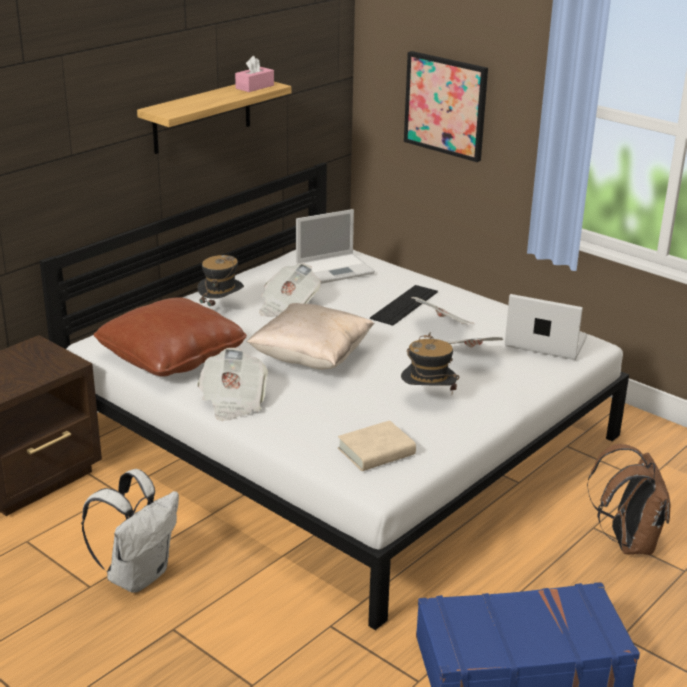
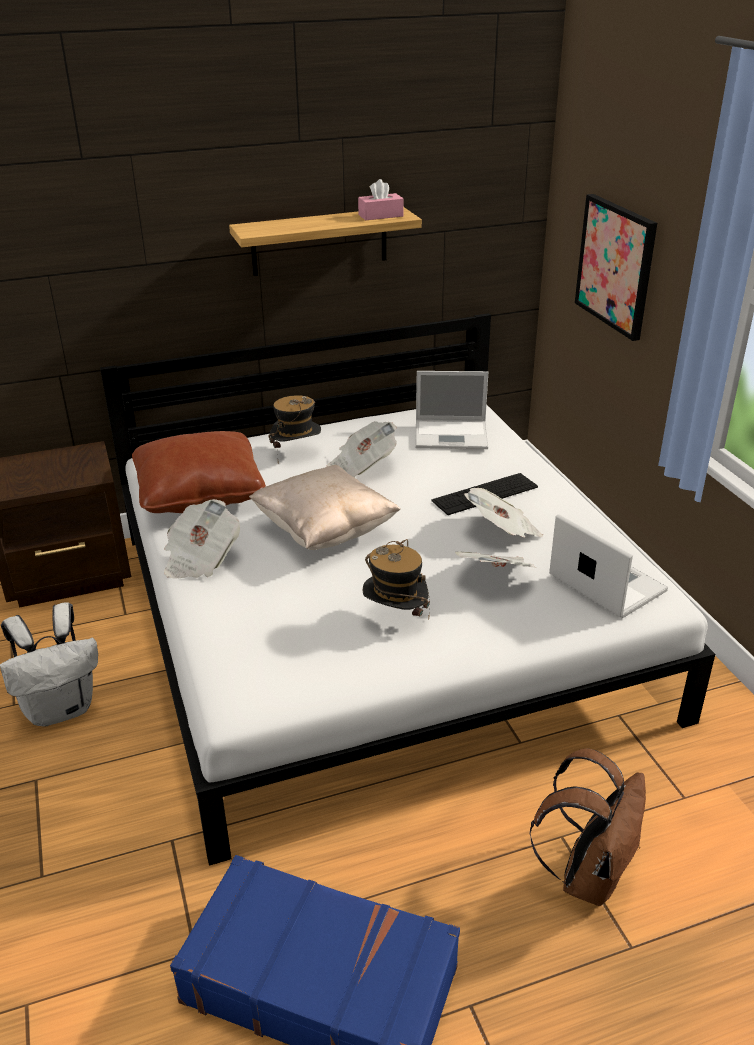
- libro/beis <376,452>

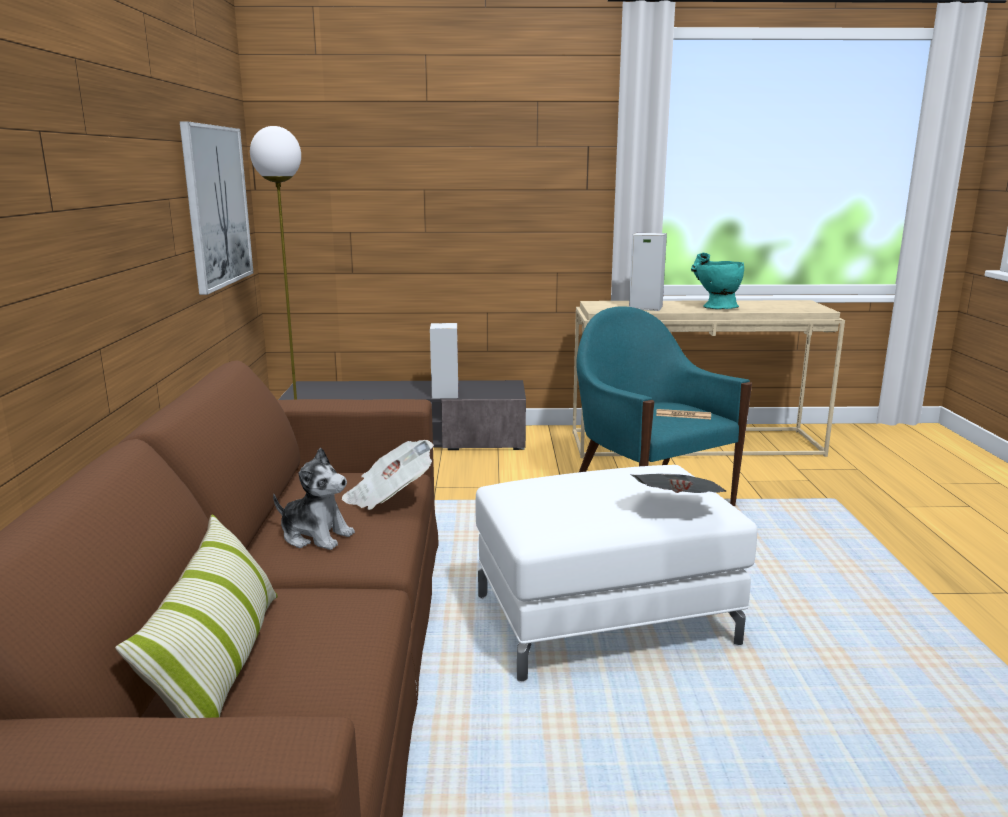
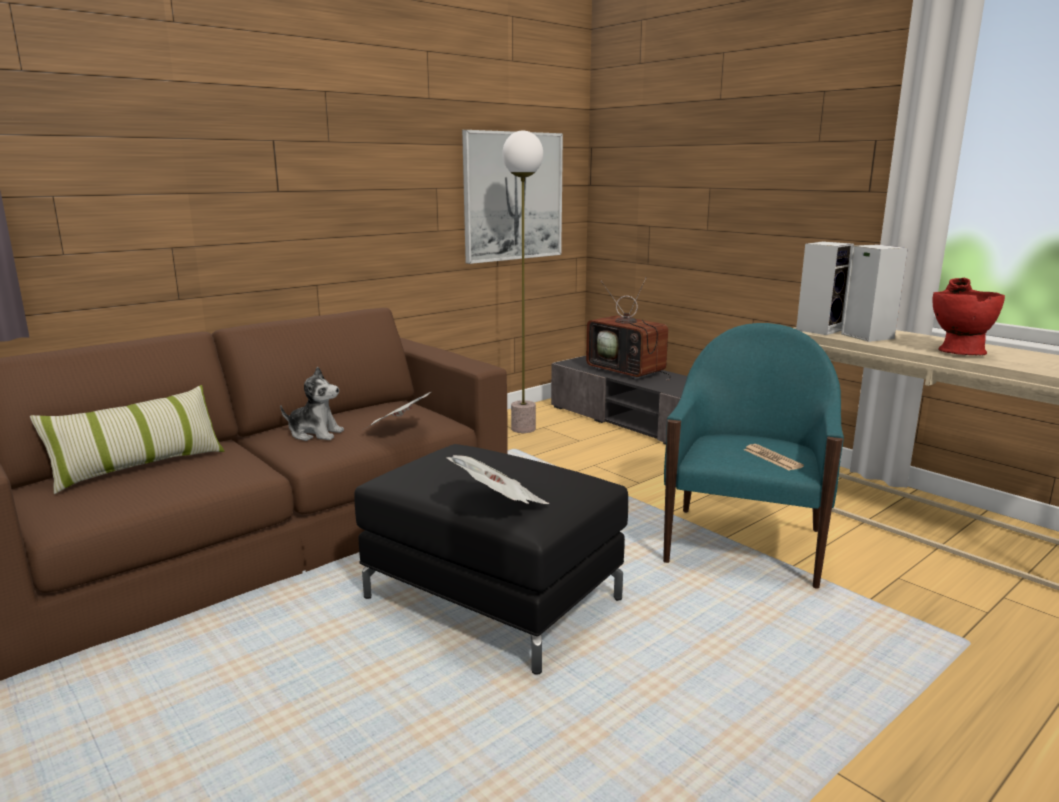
~ peluche <316,536> = <315,434> 60 degrees counterclockwise
~ puf/blanco <604,619> to puf/negro <494,598>
+ televisor <629,372>
~ altavoz <444,393> to <819,329>
~ florero/turquesa <714,307> to florero/rojo <956,351>

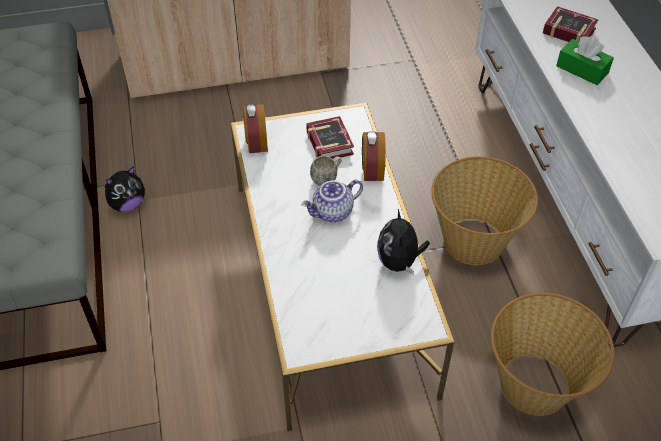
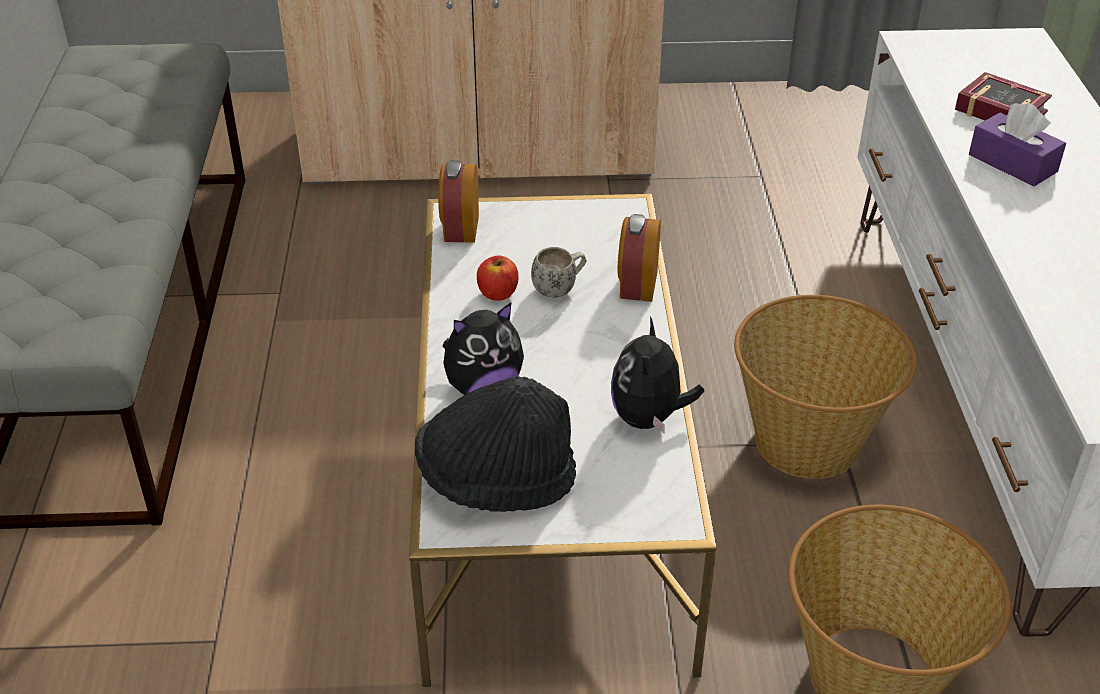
+ sombrero/negro <496,481>
~ peluche <127,204> to <483,386>
+ manzana <497,293>
~ caja de pañuelos/verde <582,69> to caja de pañuelos/morado <1012,163>
- tetera <333,213>
- libro <330,141>

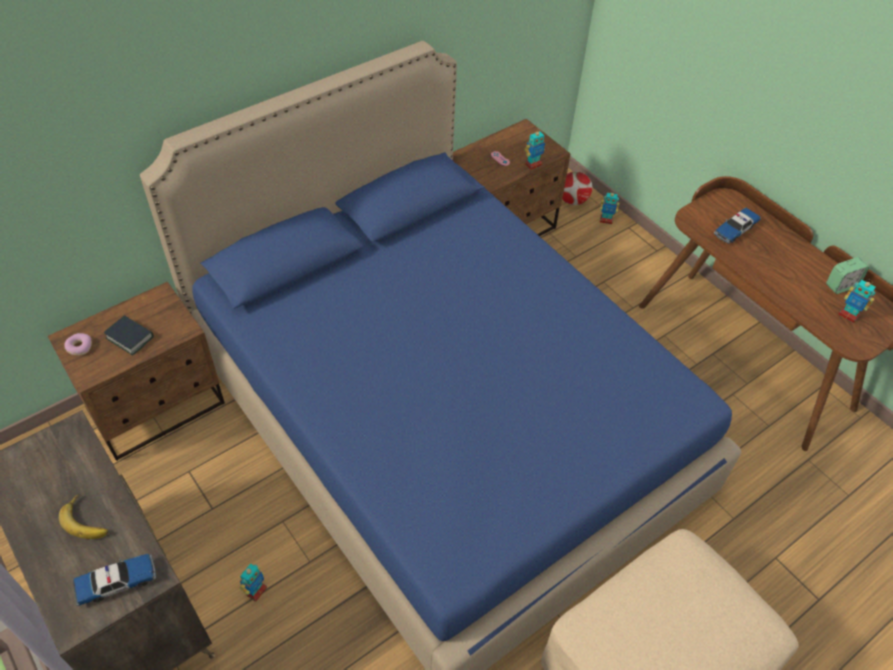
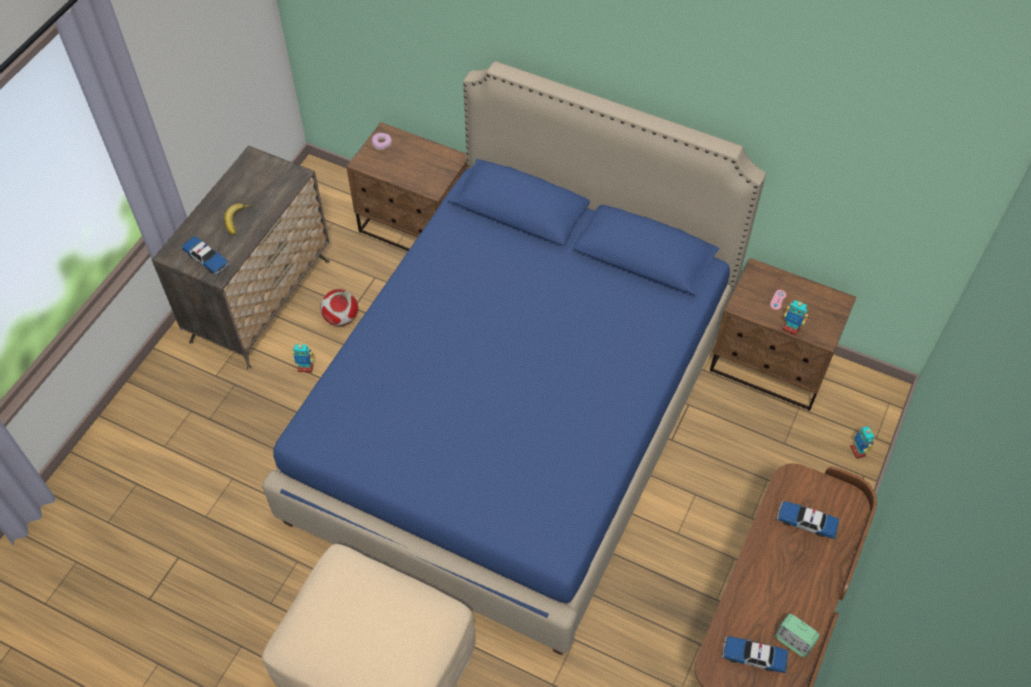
~ balón de fútbol <572,201> to <341,318>
~ robot de juguete <848,315> to coche de juguete <754,656>
- libro <130,337>

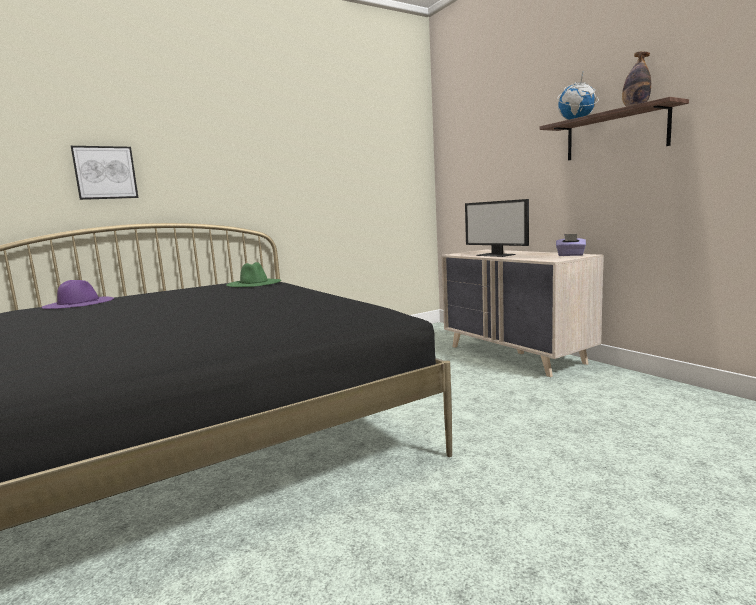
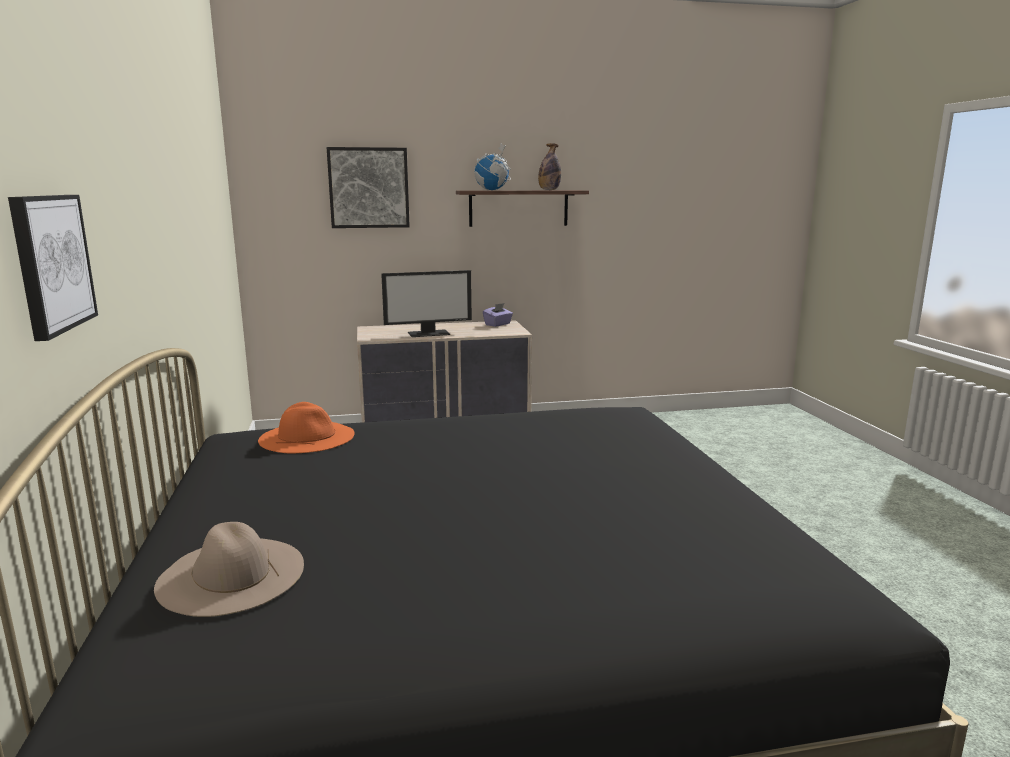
~ sombrero/morado <79,303> to sombrero/beis <231,574>
~ sombrero/verde <254,283> to sombrero/naranja <307,437>
+ cuadro <369,188>

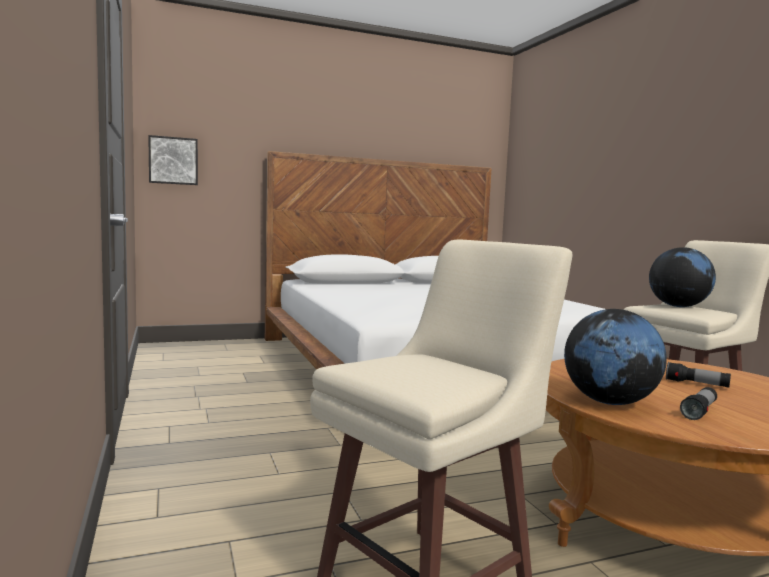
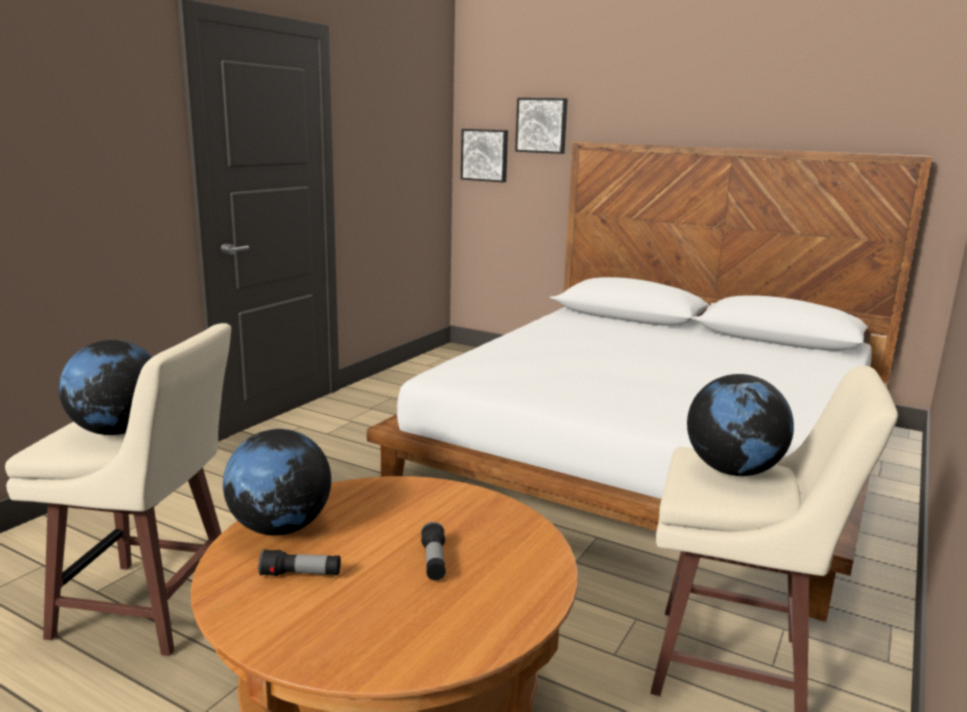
+ globo terráqueo <118,431>
+ cuadro <542,125>

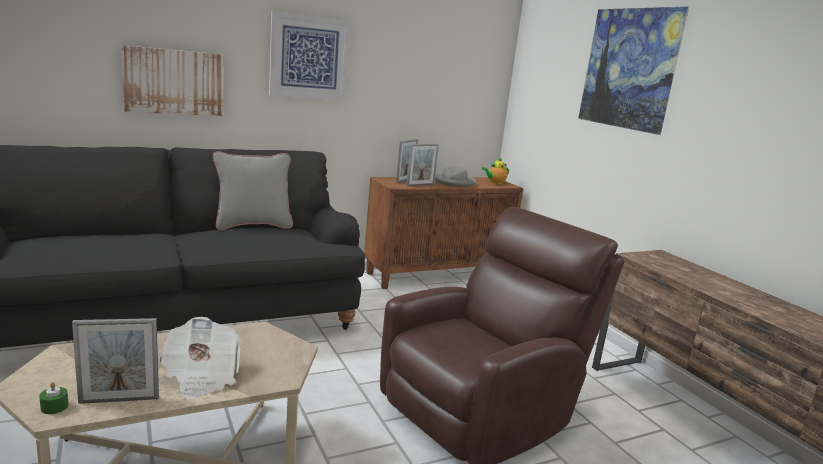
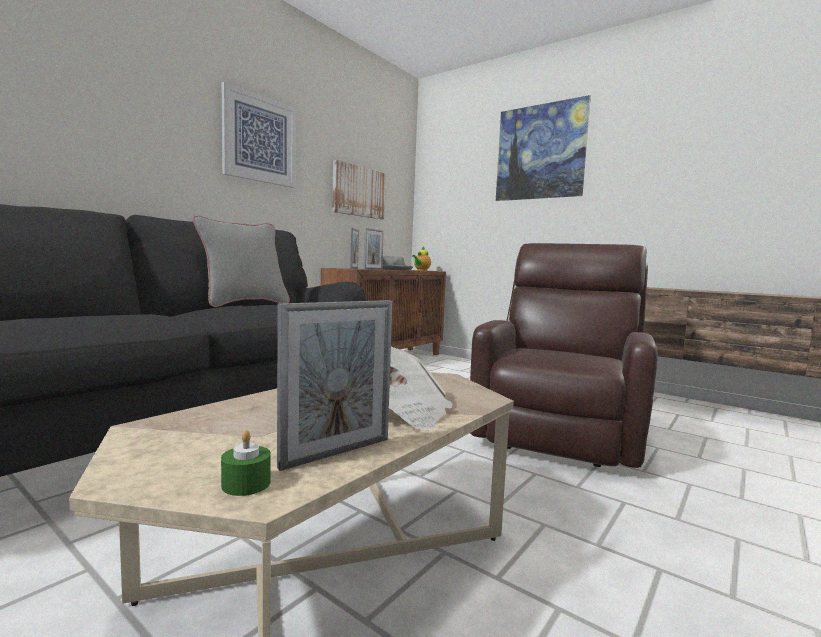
~ cuadro <174,82> to <358,191>

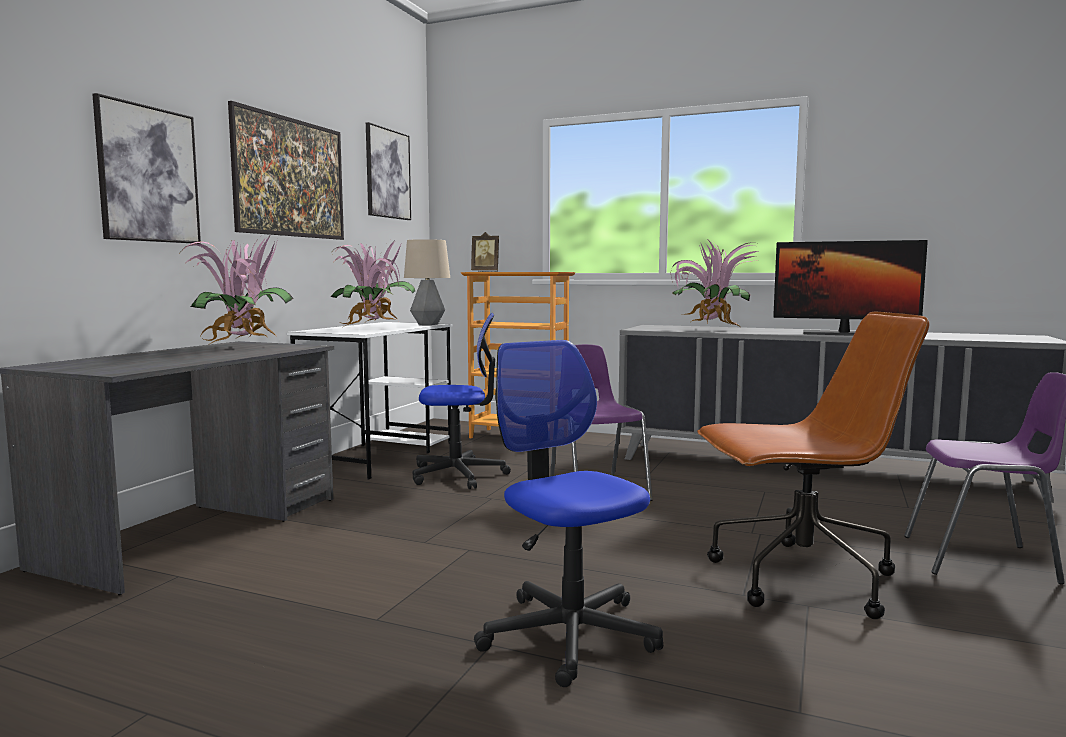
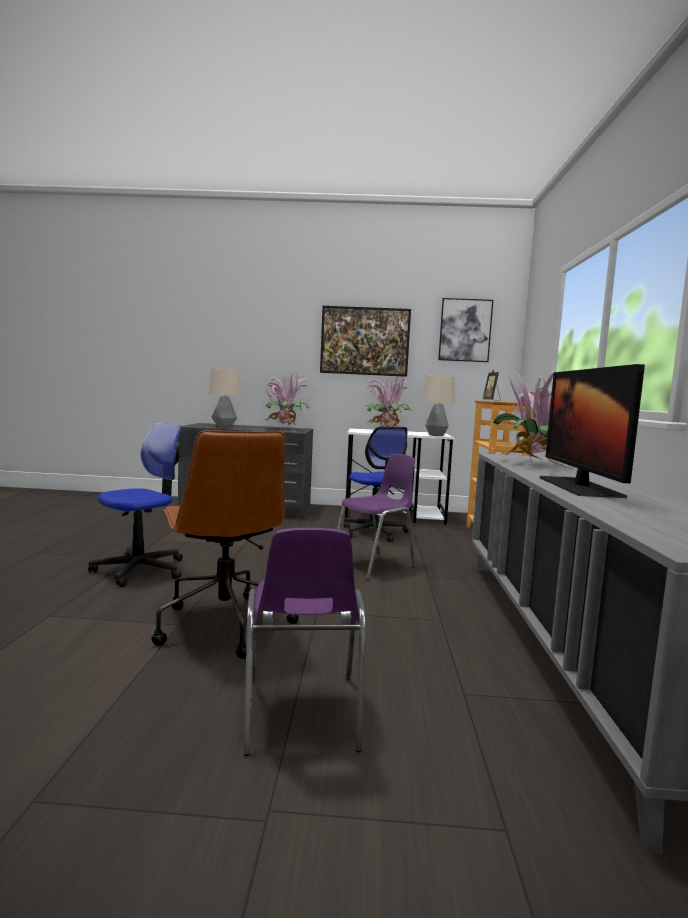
+ lámpara de mesa <224,427>
- cuadro <148,174>

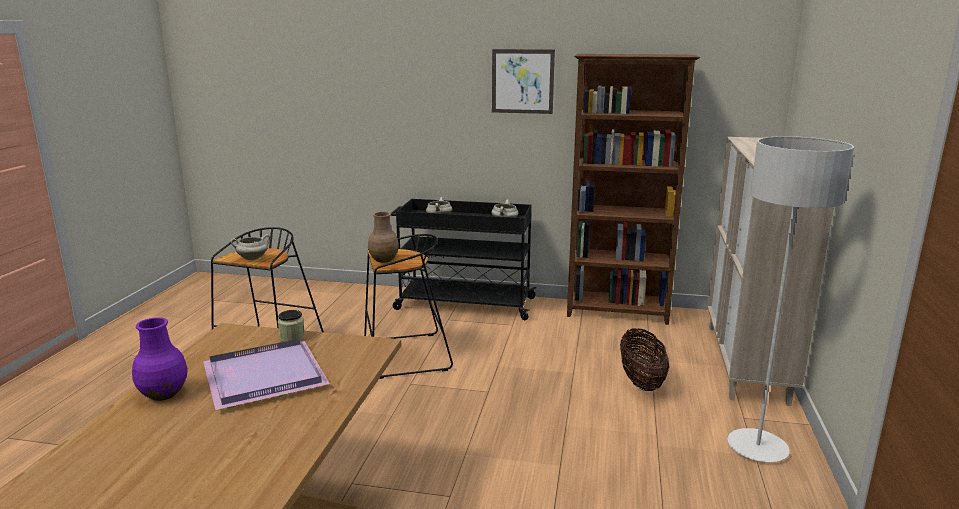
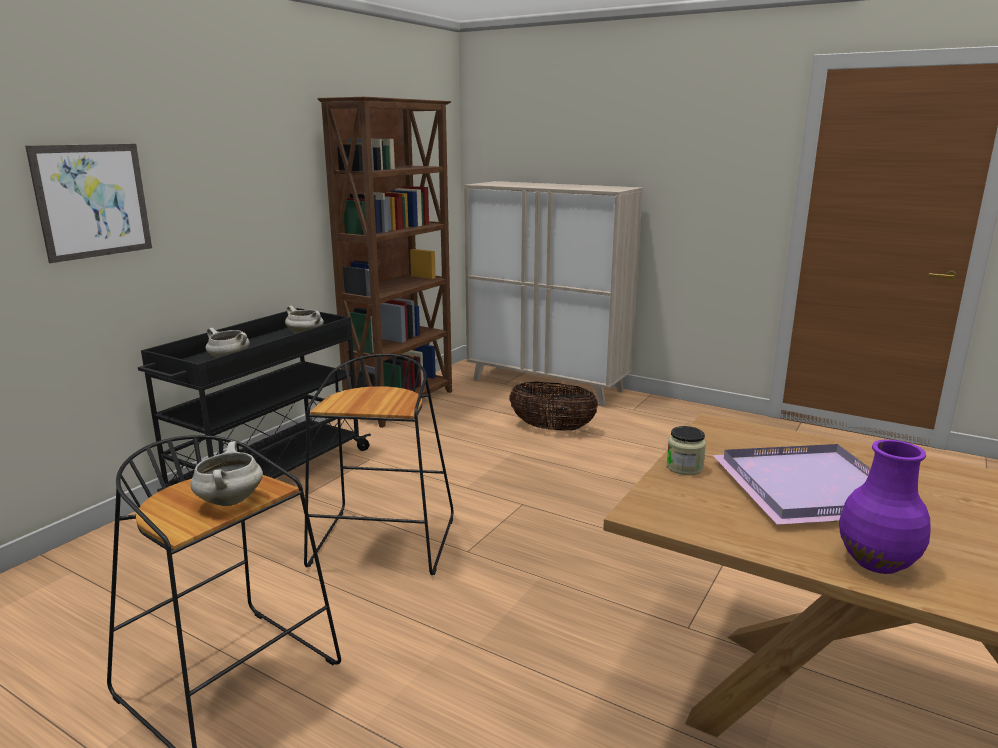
~ cuadro <522,81> to <93,201>
- florero/marrón <383,260>
- lámpara de pie/gris <757,448>

